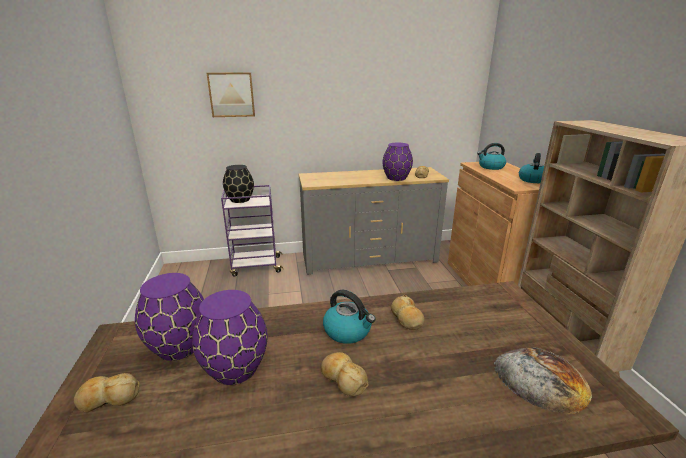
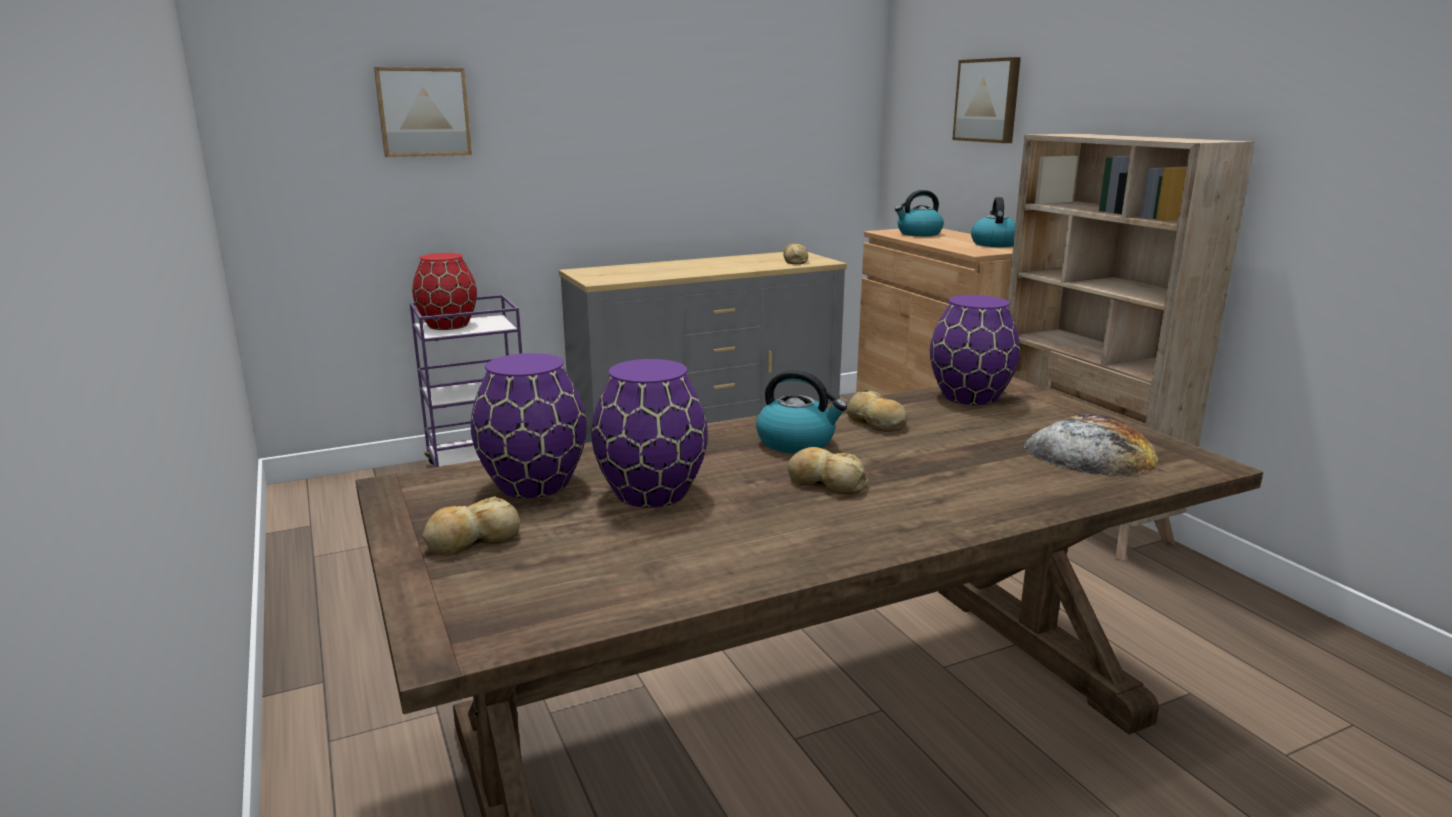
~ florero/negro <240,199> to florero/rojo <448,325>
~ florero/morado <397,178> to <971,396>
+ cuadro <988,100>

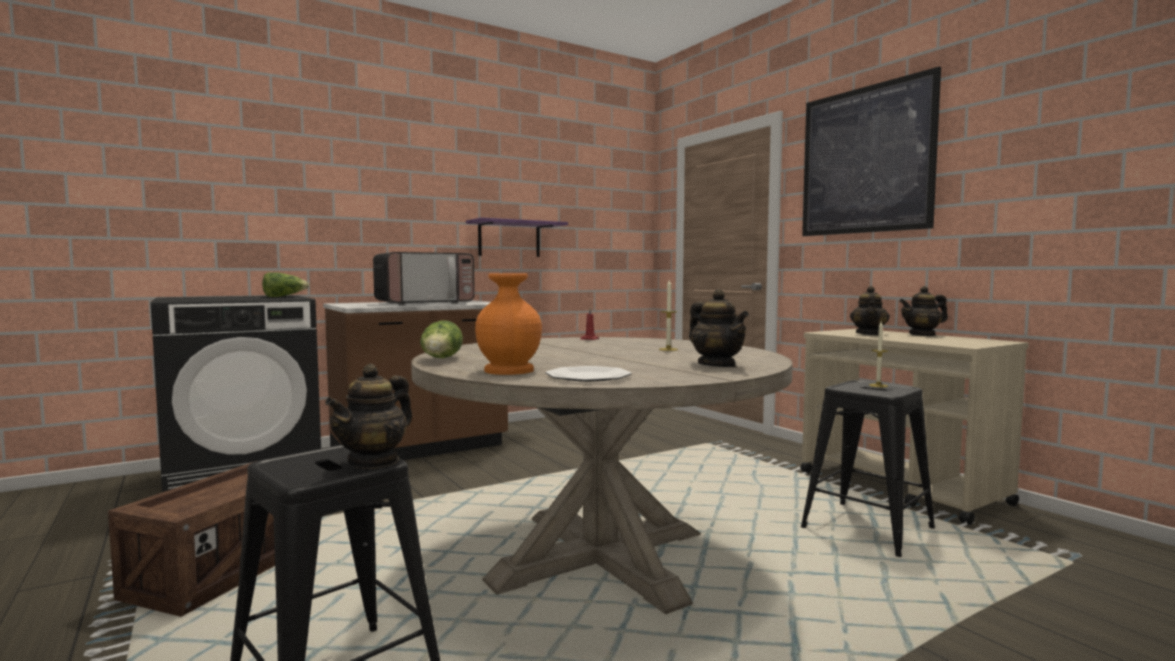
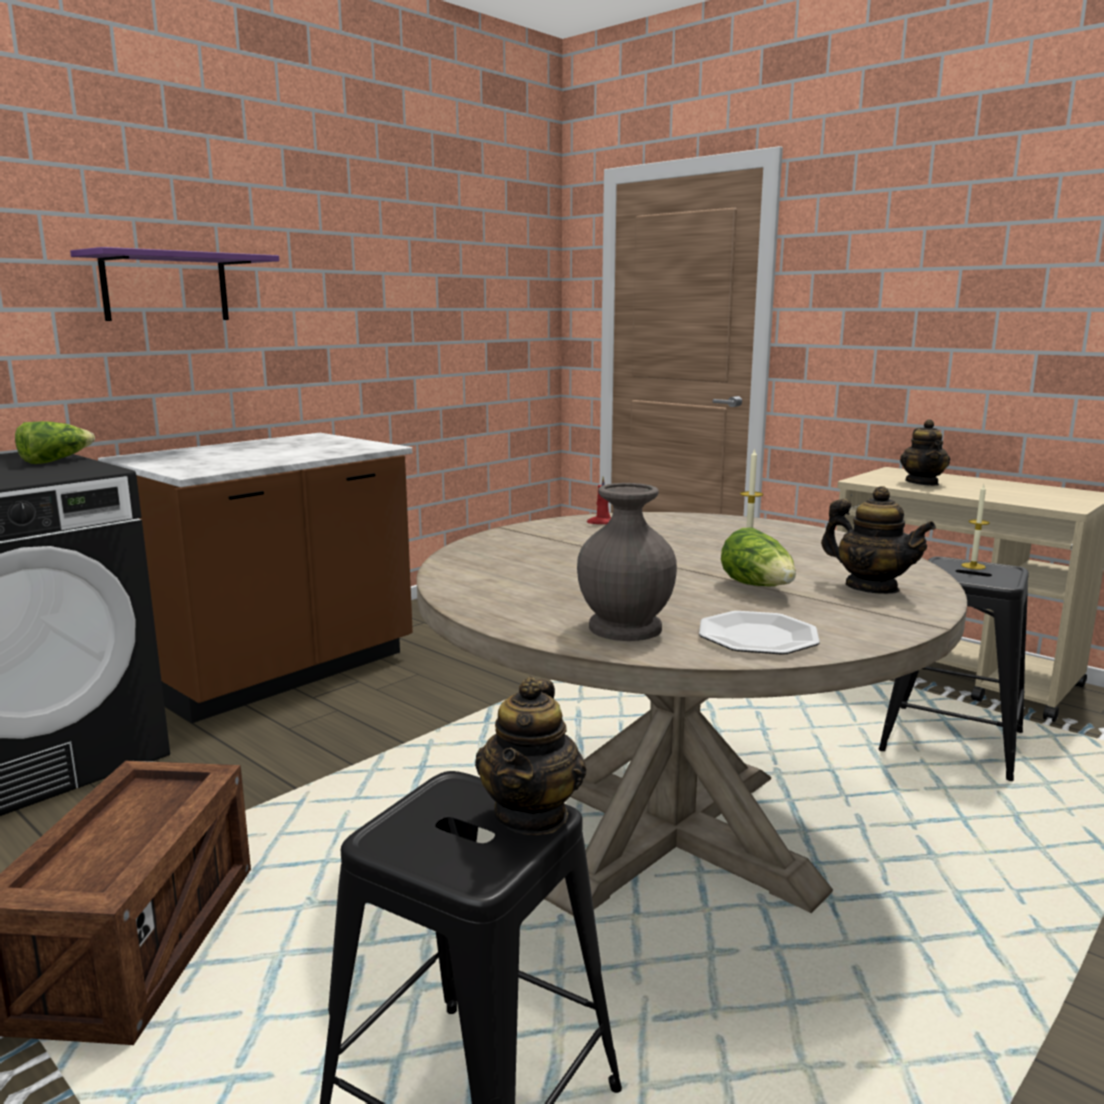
~ estante/morado <509,239> to <166,287>
~ florero/naranja <508,371> to florero/gris <625,628>
~ lechuga <441,359> to <759,587>
- microondas <424,303>
- cuadro <865,160>
- tetera <922,335>

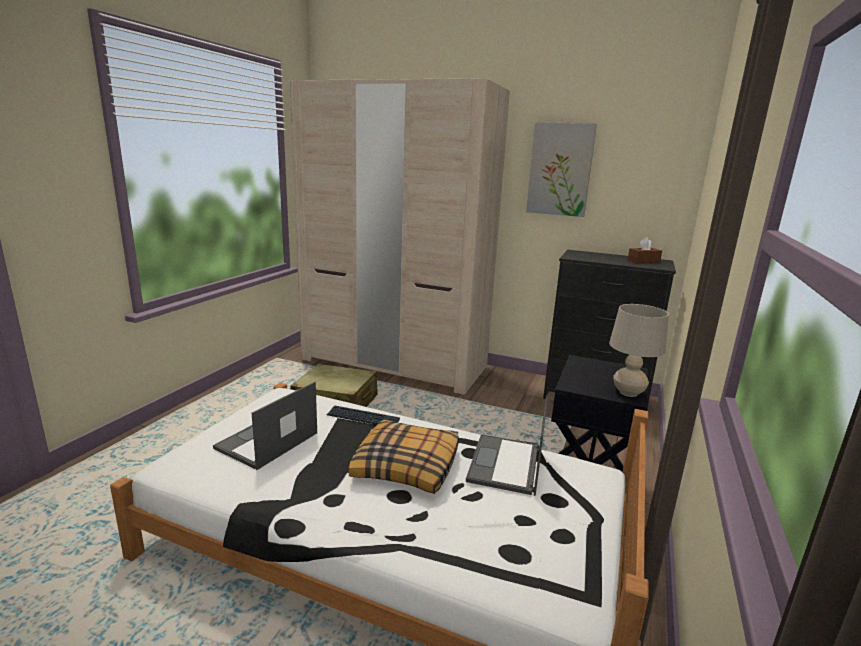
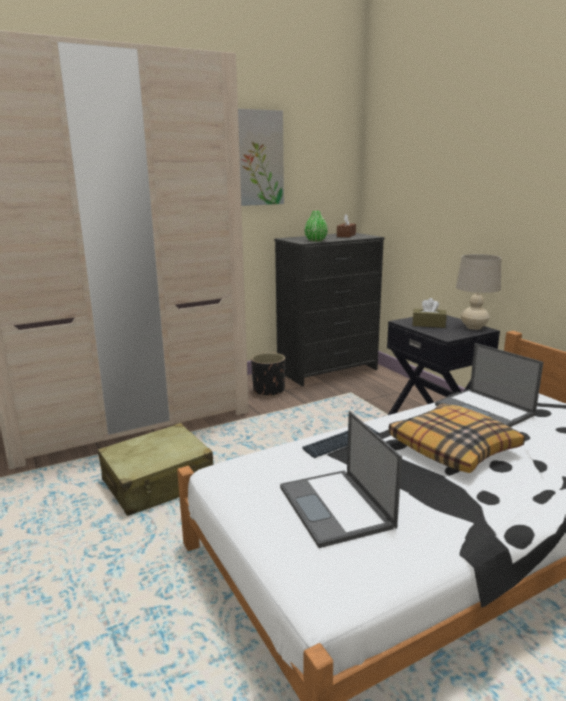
+ maceta/negro <268,391>
+ florero/verde <315,241>
+ caja de pañuelos/marrón <428,324>

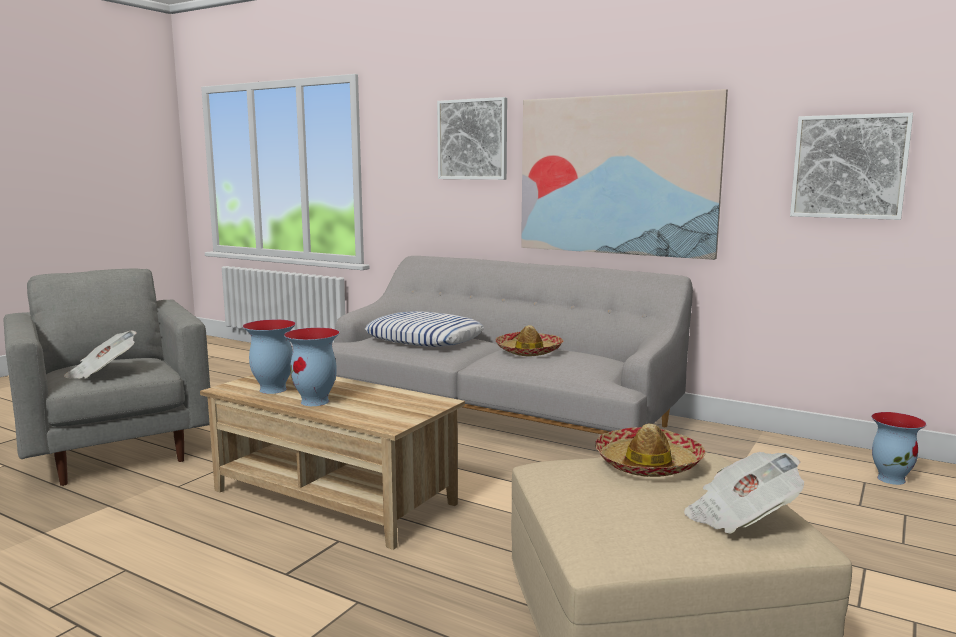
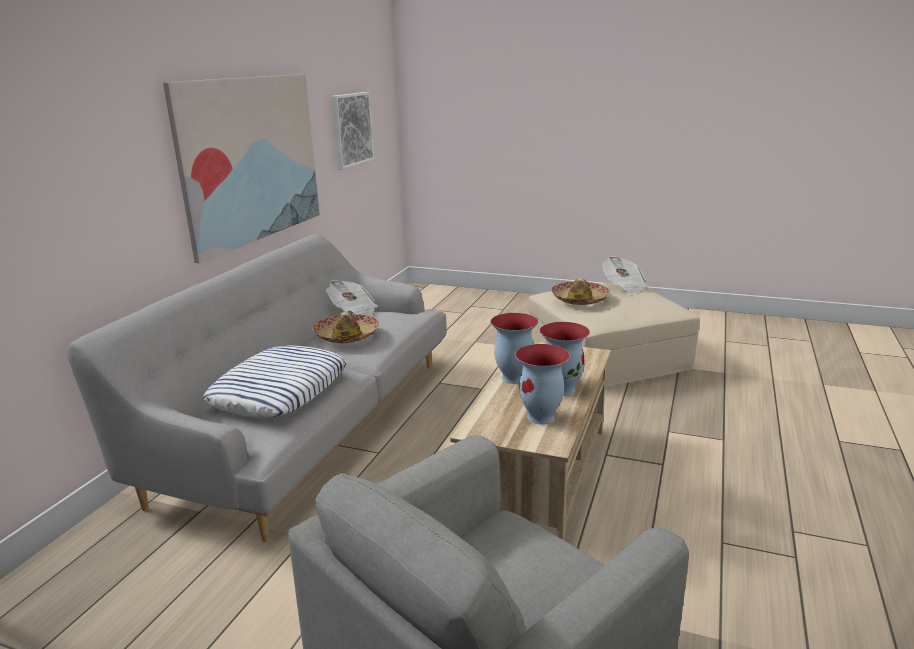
~ periódico <102,372> to <353,311>
~ florero <891,479> to <513,378>
- cuadro <472,139>

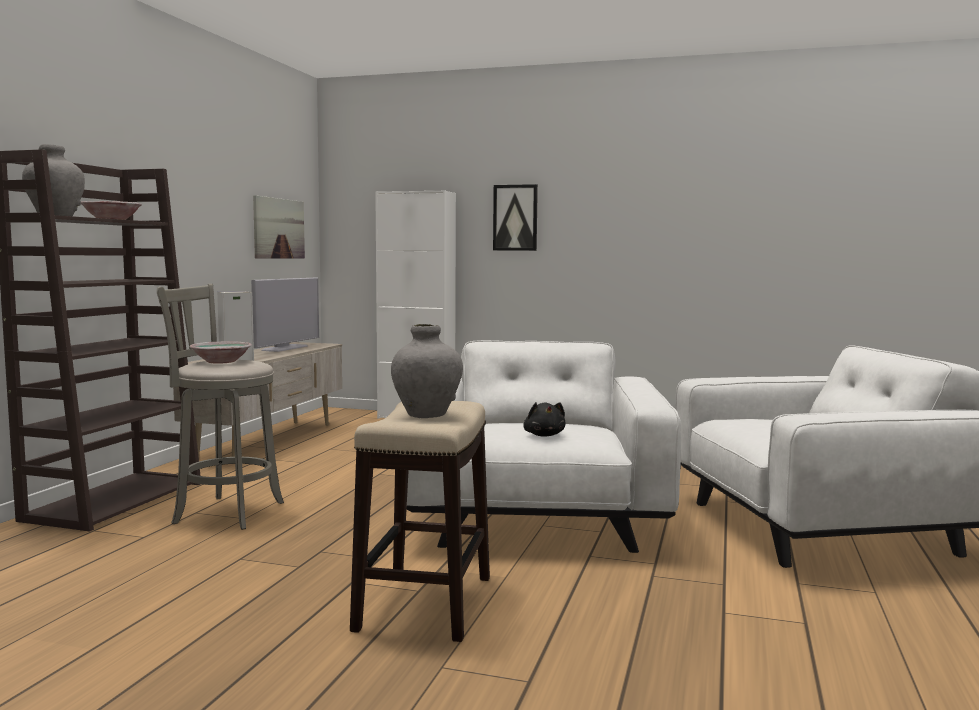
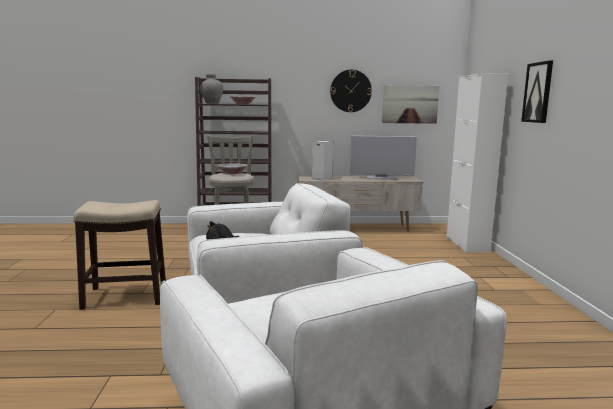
+ reloj de pared <350,91>
- florero/gris <427,414>

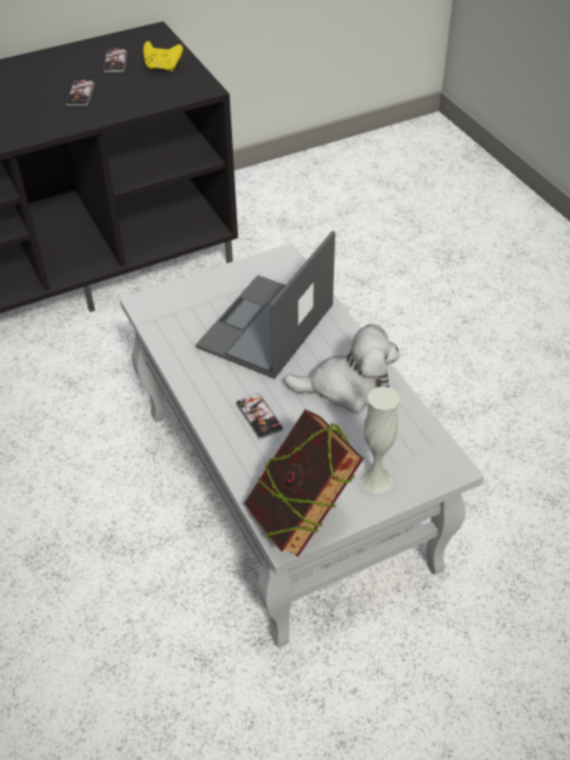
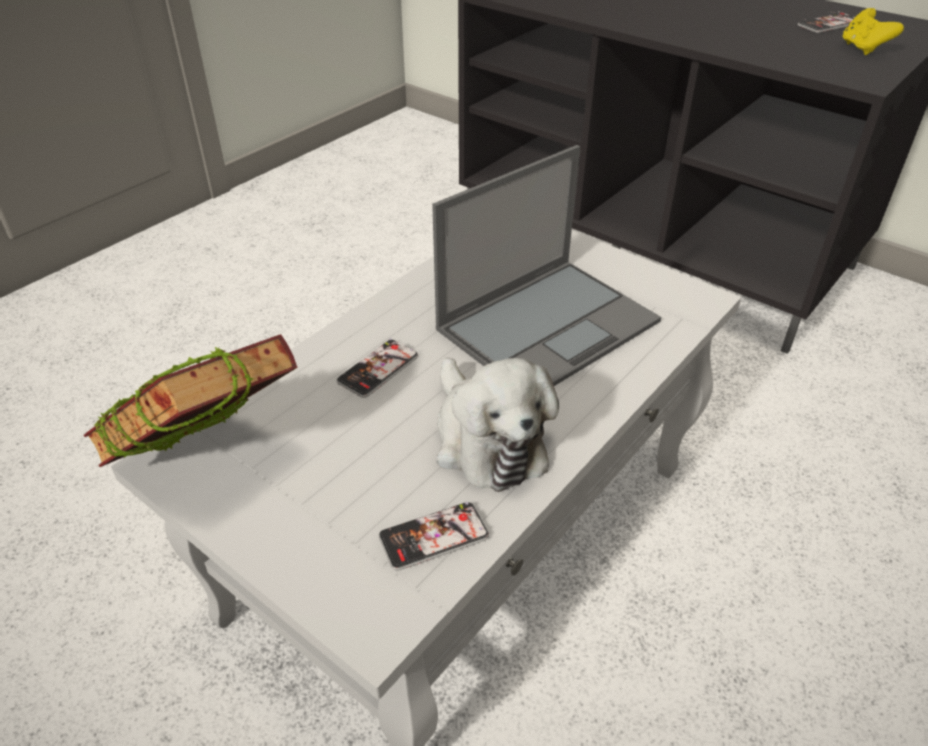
~ móvil <80,94> to <433,537>
~ portátil <265,327> = <549,324> 135 degrees clockwise
- florero/blanco <376,479>

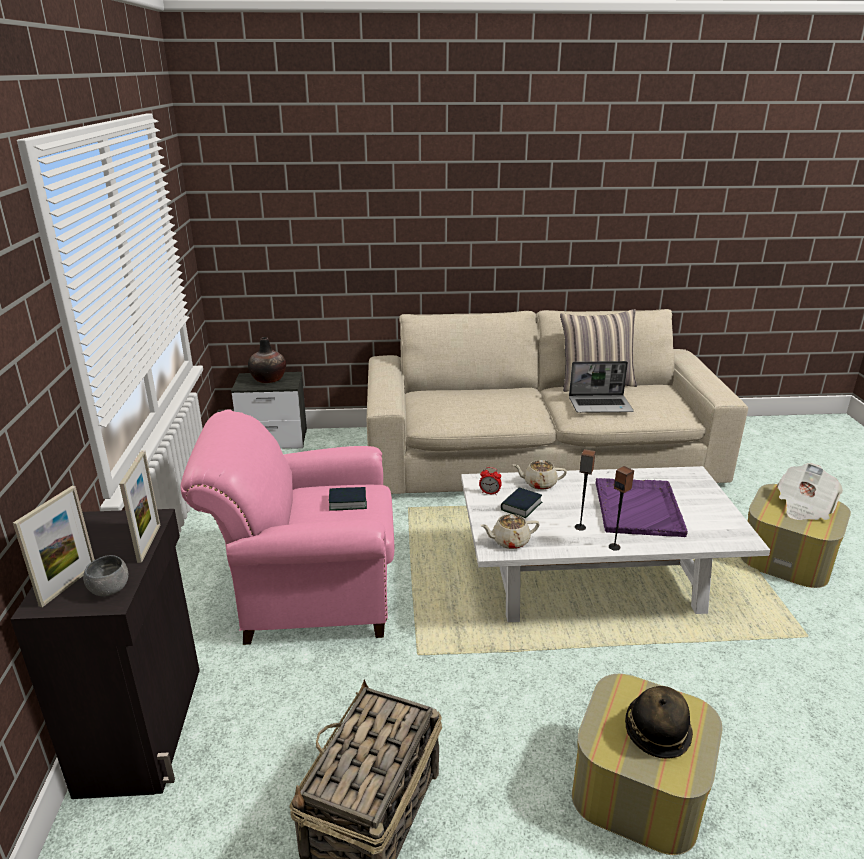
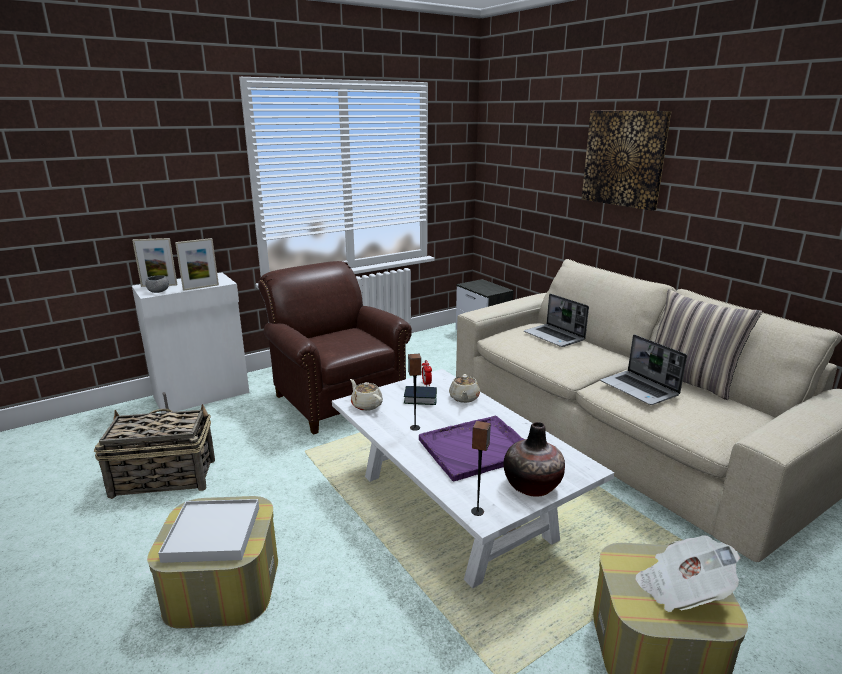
~ armario/negro <145,727> to armario/blanco <202,395>
~ sombrero <656,731> to bandeja/blanco <212,533>
~ sillón/rosa <308,593> to sillón/marrón <335,398>
~ tetera/beis <539,483> = <464,398> 150 degrees counterclockwise
~ altavoz <614,547> to <477,511>
~ florero <268,379> to <532,485>
+ portátil <554,337>
+ cuadro <624,158>
- libro <347,502>

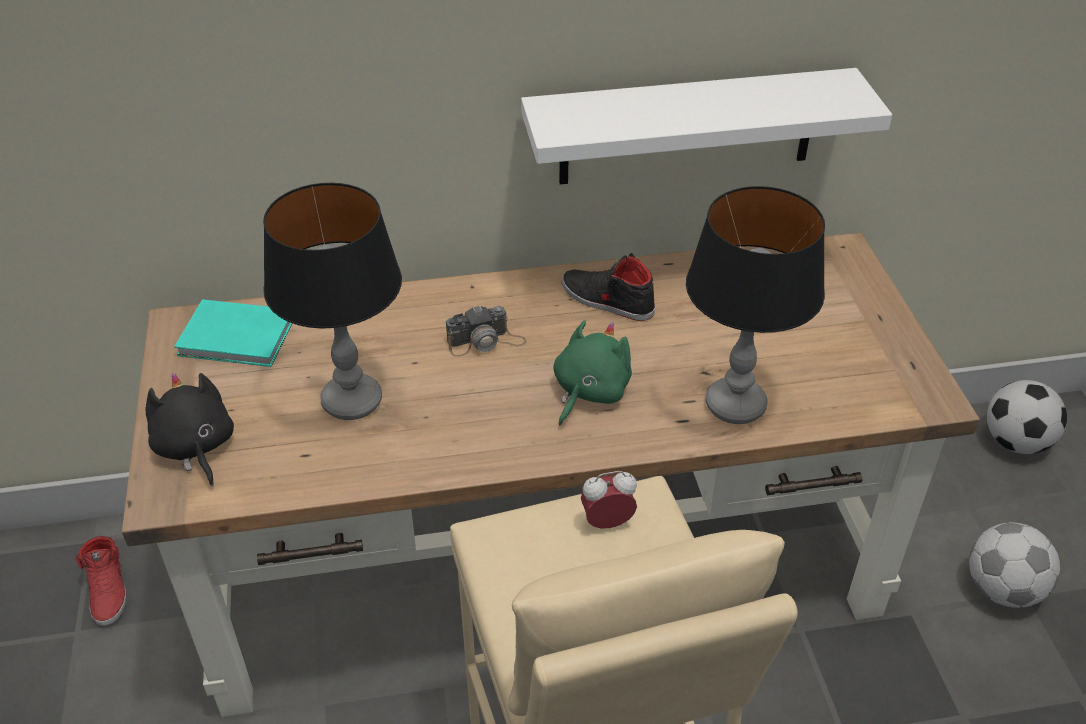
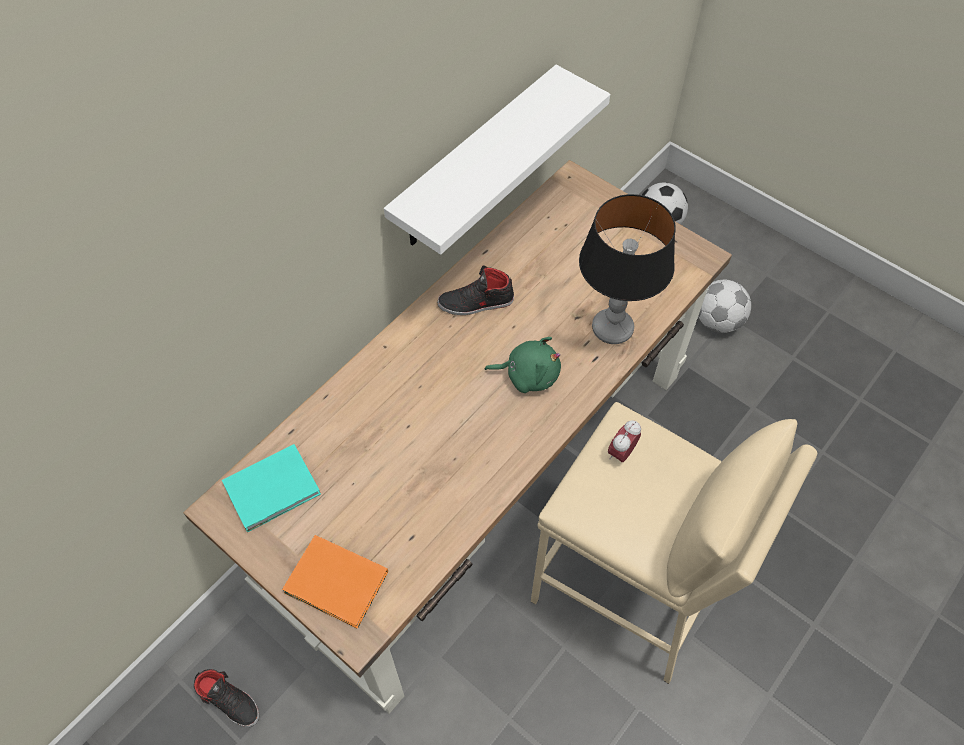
~ zapato/rojo <109,590> to zapato/negro <230,700>
~ peluche/negro <195,447> to libro/naranja <338,584>
~ peluche/verde <589,391> = <528,375> 105 degrees clockwise
- lámpara de mesa <351,401>
- cámara <486,341>

